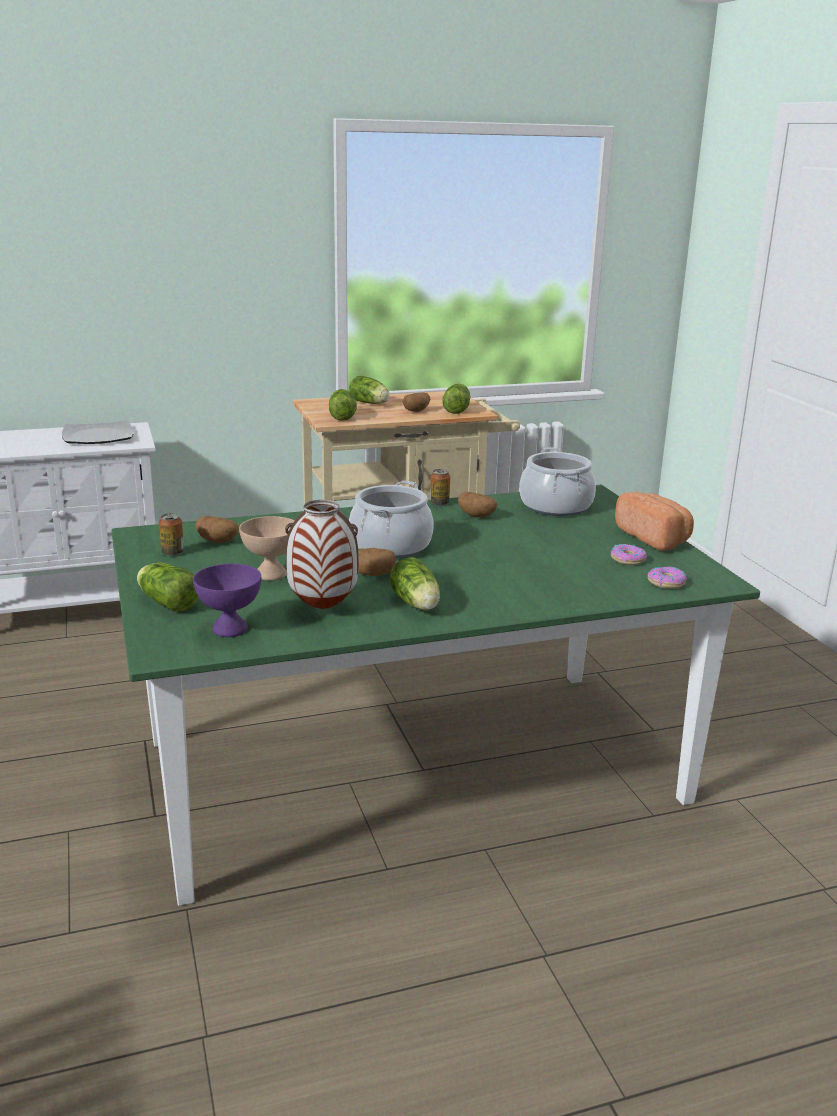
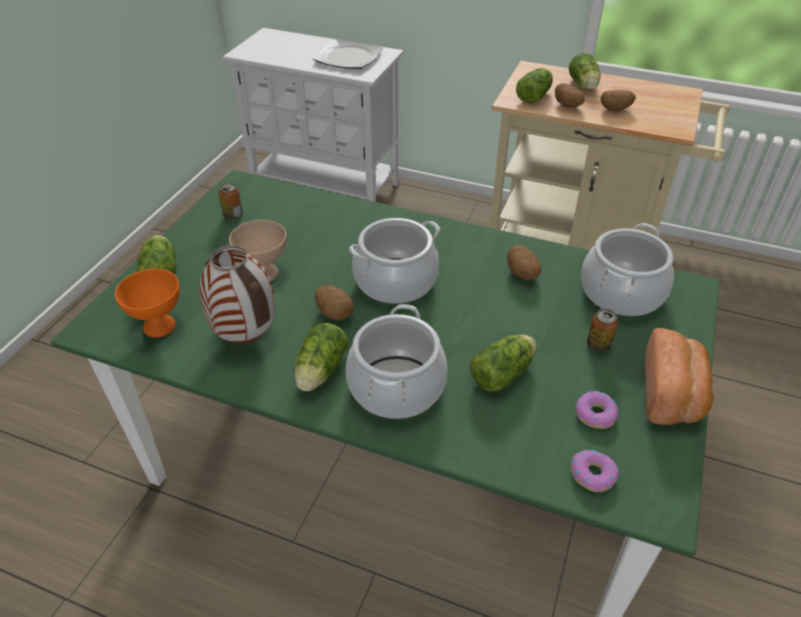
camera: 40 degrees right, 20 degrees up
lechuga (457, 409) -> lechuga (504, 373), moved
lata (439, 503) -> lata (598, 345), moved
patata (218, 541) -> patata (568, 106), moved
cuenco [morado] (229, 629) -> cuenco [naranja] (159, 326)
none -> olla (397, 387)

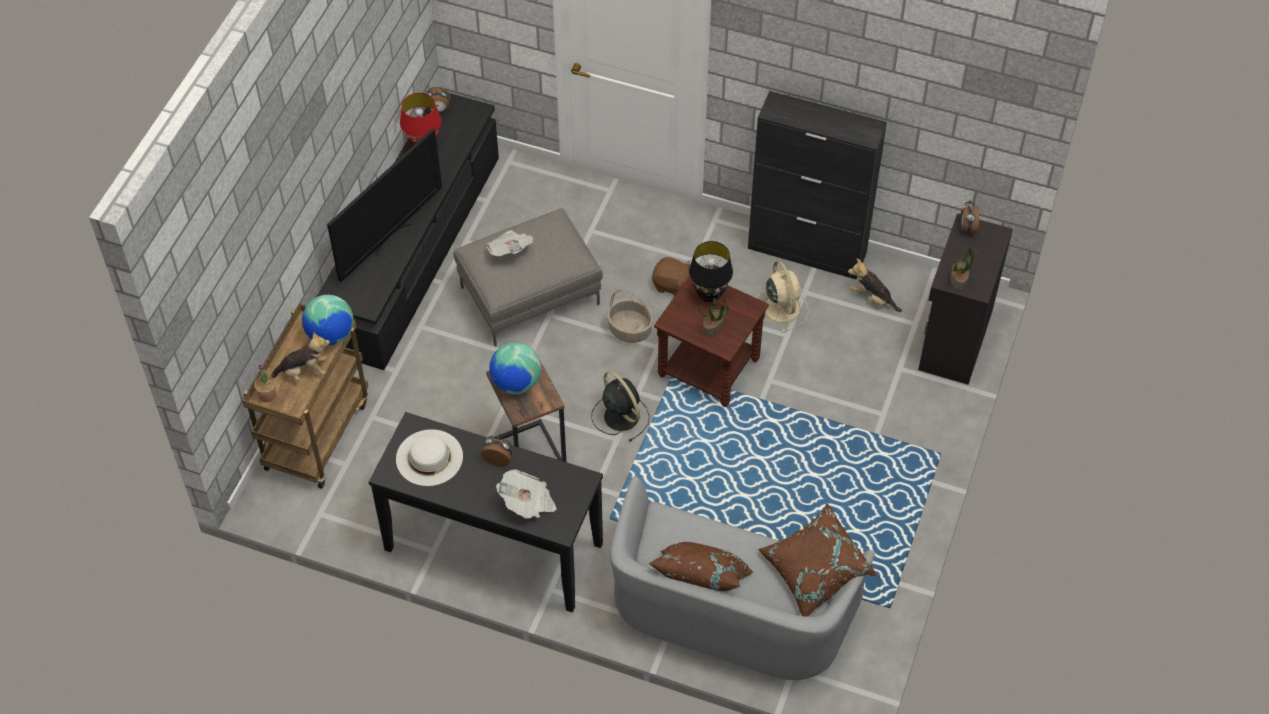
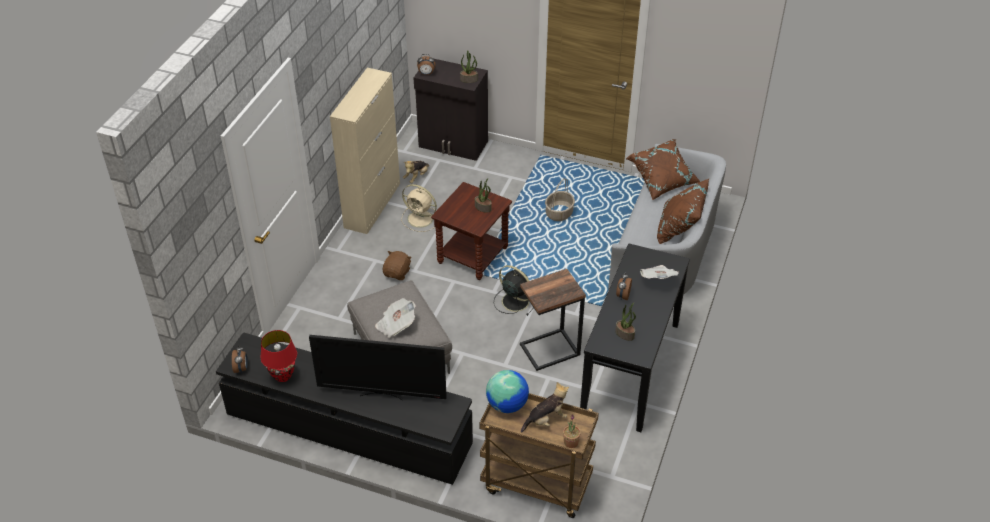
camera: 90 degrees left, 10 degrees down
armario [negro] (807, 251) -> armario [beis] (372, 205)
televisor (389, 237) -> televisor (382, 394), 150 degrees clockwise
lámpara de mesa [negro] (709, 295) -> none
ventilador [beis] (781, 307) -> ventilador [beis] (421, 219), 135 degrees counterclockwise
cesta (630, 329) -> cesta (559, 213), moved
peluche (303, 372) -> peluche (546, 420), 75 degrees clockwise
globo terráqueo (516, 383) -> none
ventilador [negro] (620, 415) -> ventilador [negro] (514, 301), 75 degrees clockwise
sombrero [blanco] (429, 457) -> planta en maceta (625, 334)

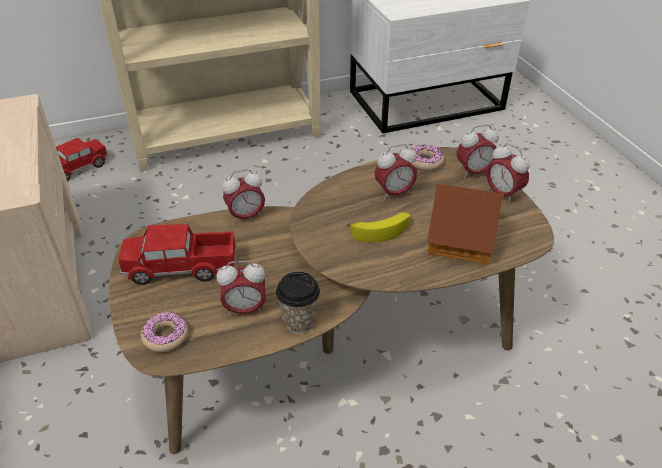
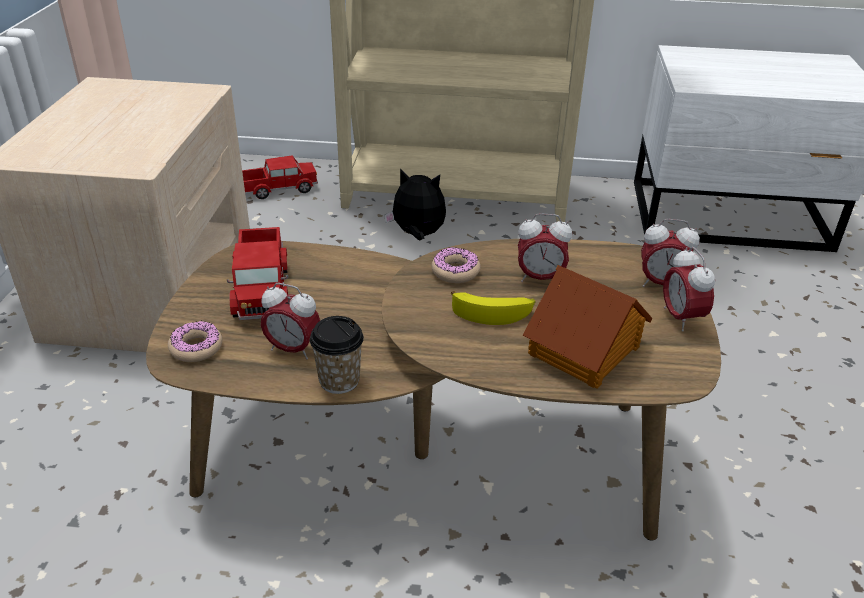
camera: 25 degrees right, 5 degrees down
rosquilla (425, 162) -> rosquilla (455, 272), moved
despertador (246, 216) -> none
camión de juguete (181, 267) -> camión de juguete (262, 288), 120 degrees counterclockwise
none -> peluche (417, 235)

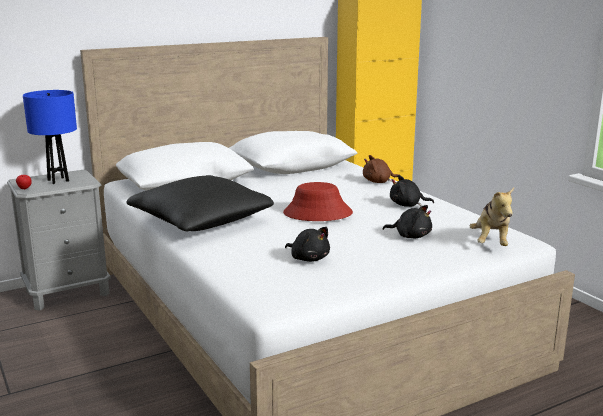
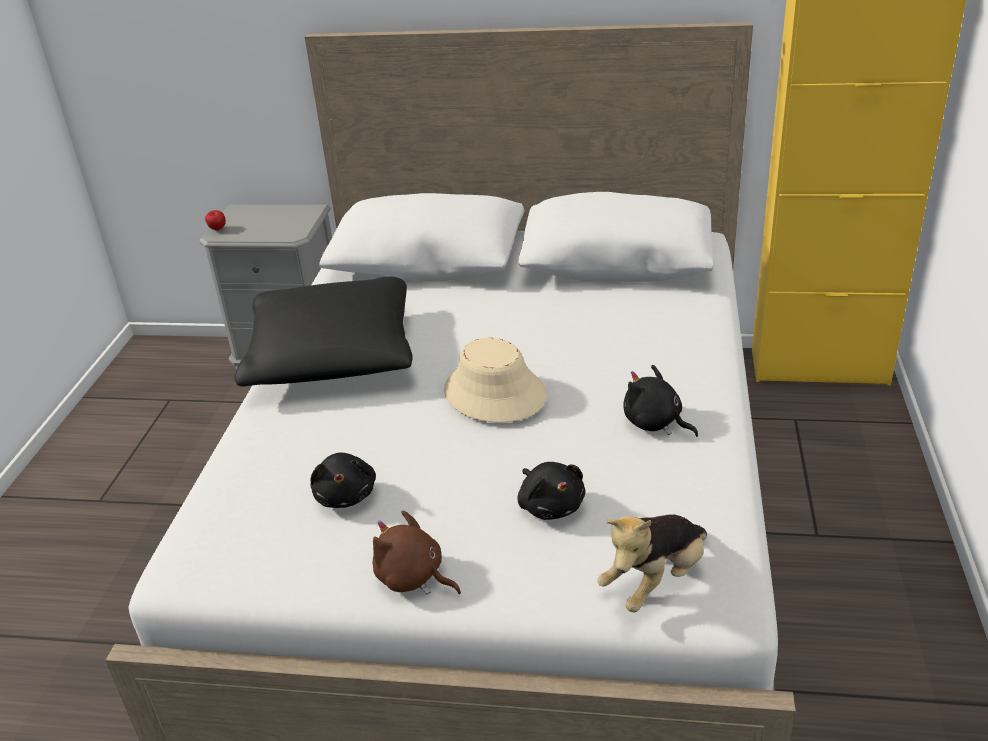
camera: 40 degrees right, 15 degrees up
lámpara de mesa [azul] (58, 180) -> none
peluche [marrón] (378, 182) -> peluche [marrón] (413, 578), moved
sombrero [rojo] (317, 213) -> sombrero [beis] (494, 393)

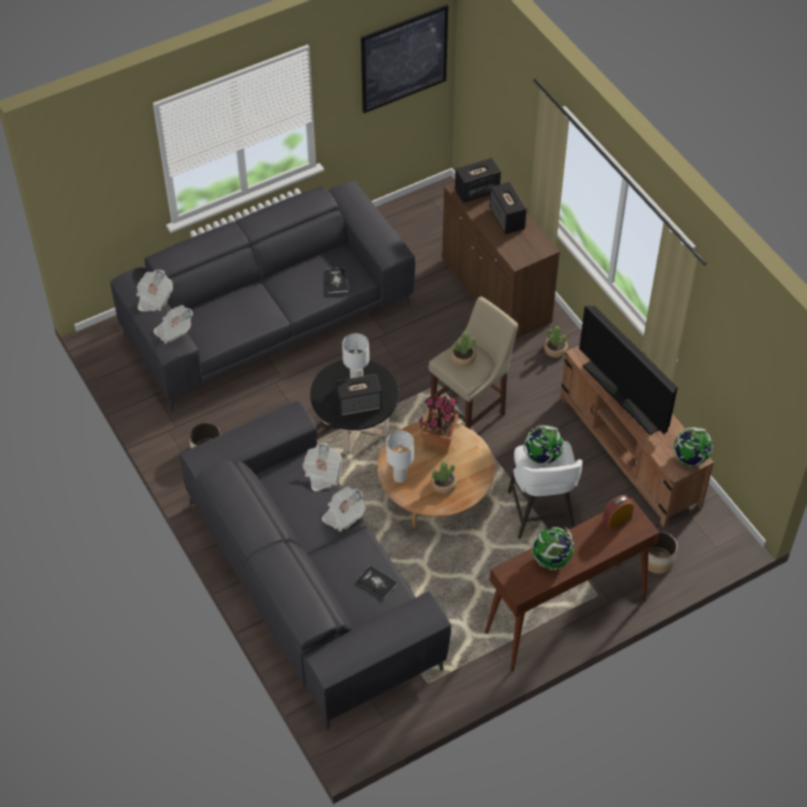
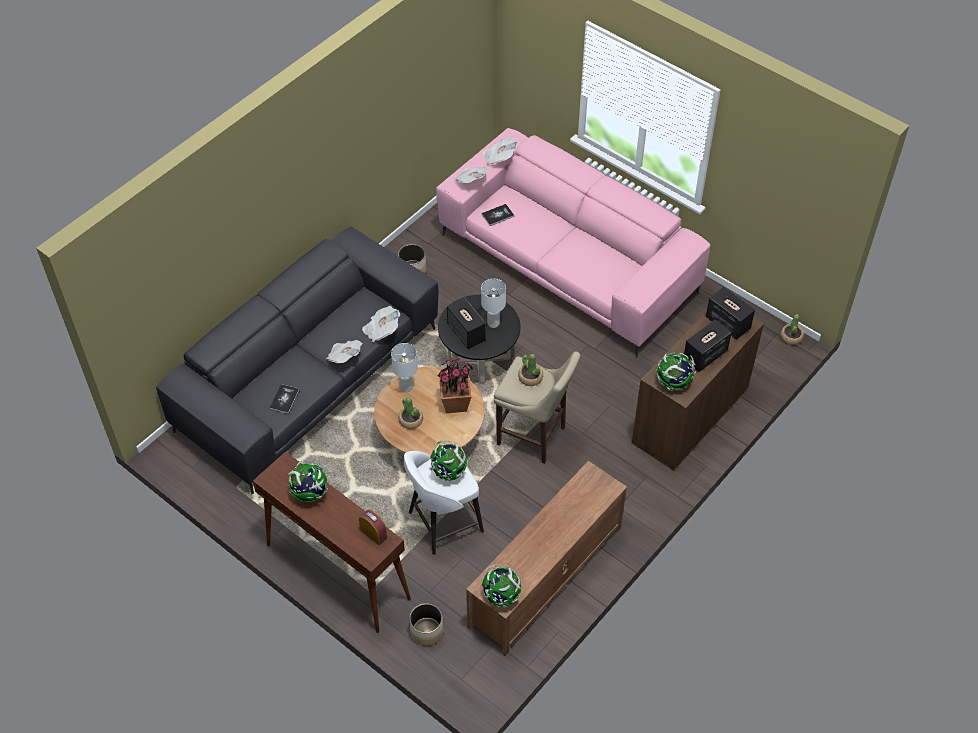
camera: 70 degrees right, 0 degrees up
cuadro (404, 58) -> none
sofá [gris] (268, 320) -> sofá [rosa] (568, 264)
libro (336, 281) -> libro (498, 215), moved
televisor (623, 396) -> none
planta en maceta (555, 349) -> planta en maceta (791, 337), moved
none -> globo terráqueo (673, 383)

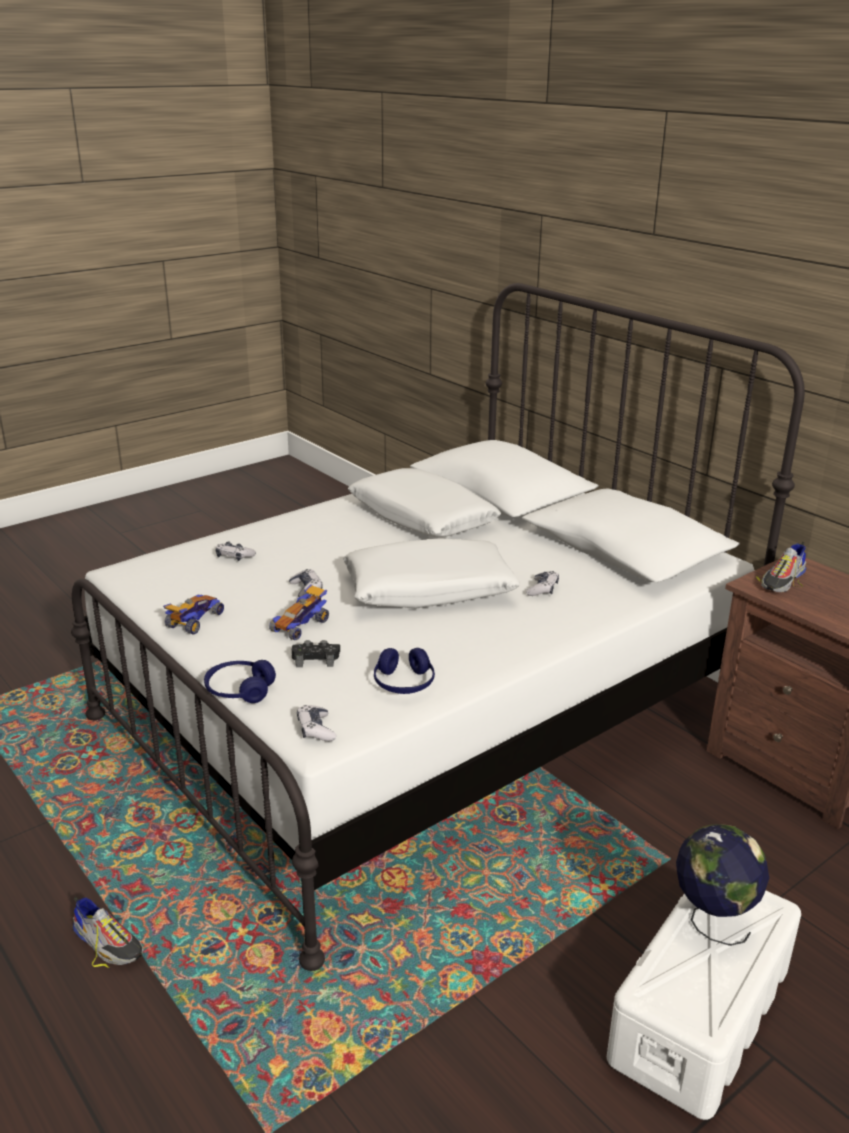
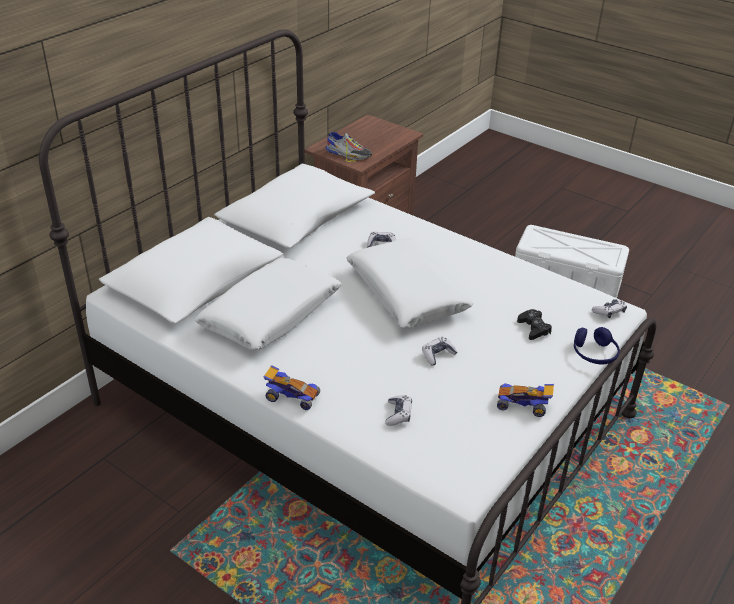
camera: 105 degrees left, 10 degrees up
coche de juguete (300, 625) -> coche de juguete (291, 397), moved
auriculares [azul] (404, 683) -> none
globo terráqueo (712, 920) -> none
zapato (108, 942) -> none

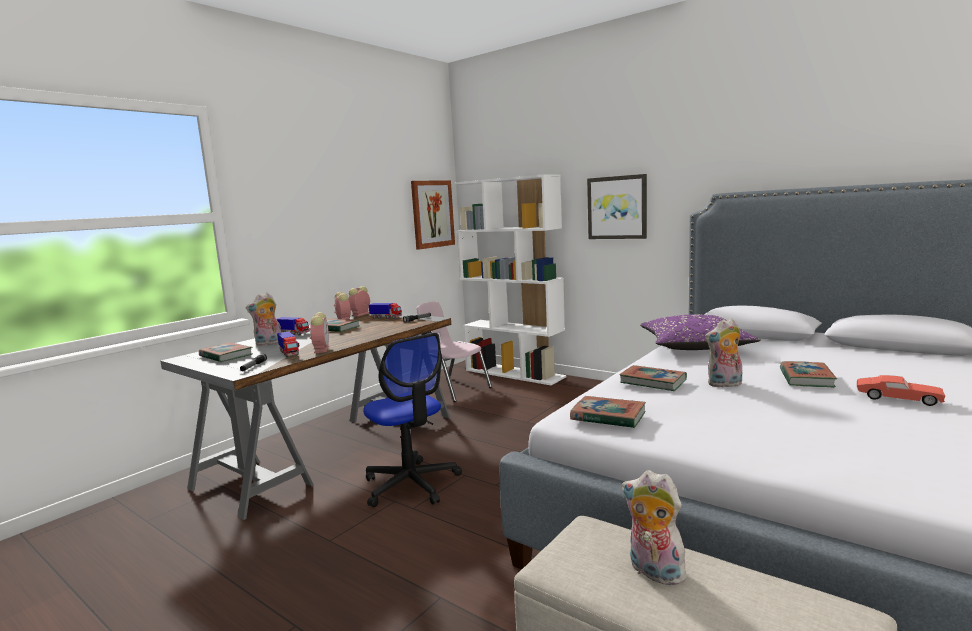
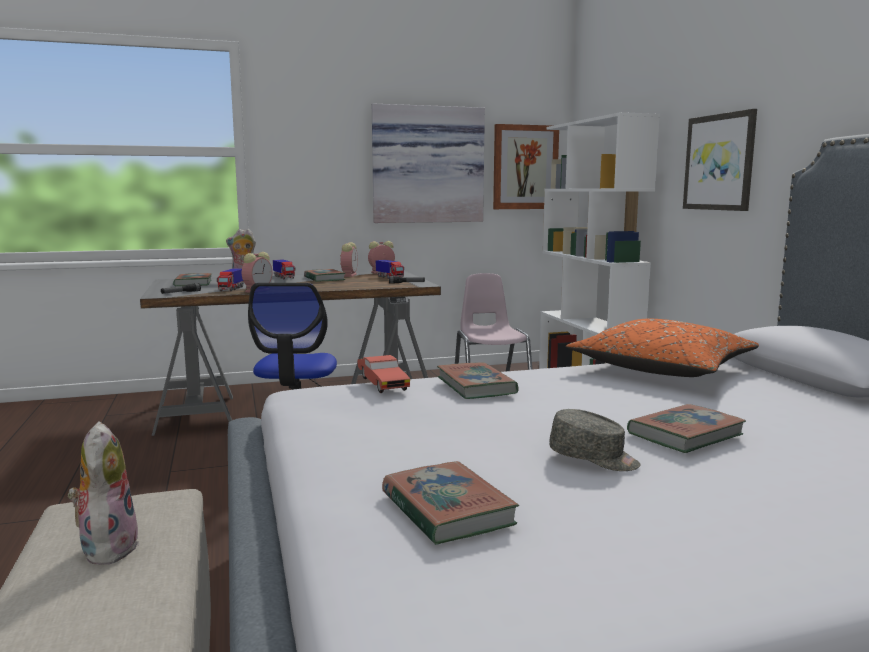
camera: 35 degrees right, 0 degrees up
cojín [morado] (694, 347) -> cojín [naranja] (662, 370)
peluche (724, 384) -> none
coche de juguete [rojo] (897, 399) -> coche de juguete [rojo] (382, 384), moved
libro (608, 416) -> libro (446, 509), moved
none -> cuadro (427, 165)
none -> gorra [gris] (593, 458)

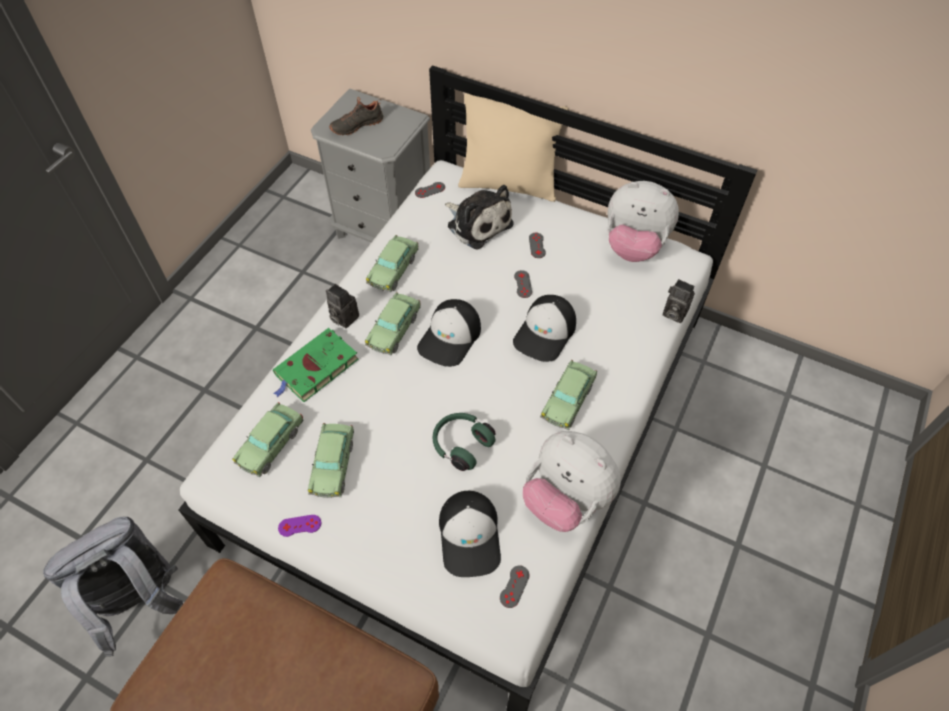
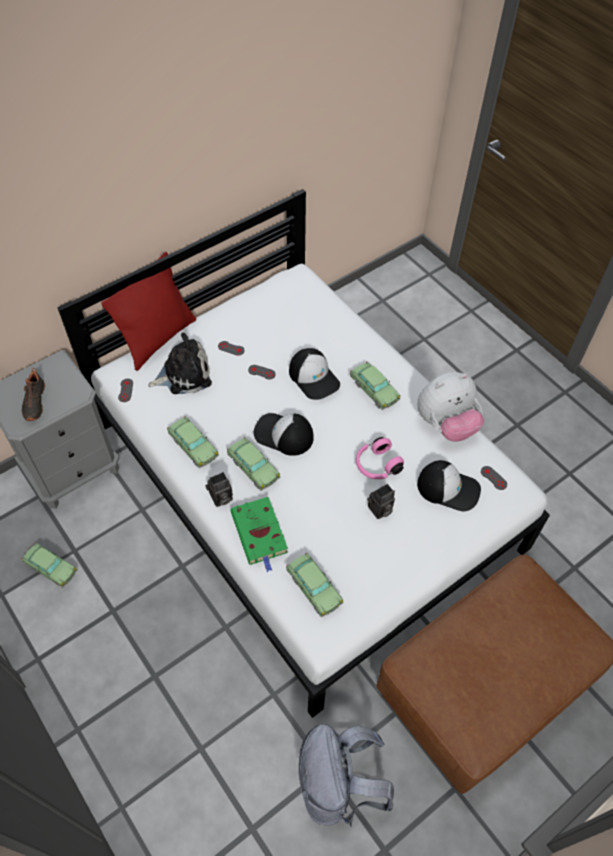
camera: 65 degrees left, 0 degrees up
cojín [beis] (509, 185) -> cojín [rojo] (158, 339)
peluche (634, 246) -> none
cámara (673, 313) -> cámara (379, 510), moved
gorra (450, 337) -> gorra (283, 435), 150 degrees clockwise
auriculares [verde] (461, 444) -> auriculares [rosa] (376, 465)
coche de juguete (333, 464) -> coche de juguete (51, 568), moved
mando de consola [morado] (299, 525) -> none

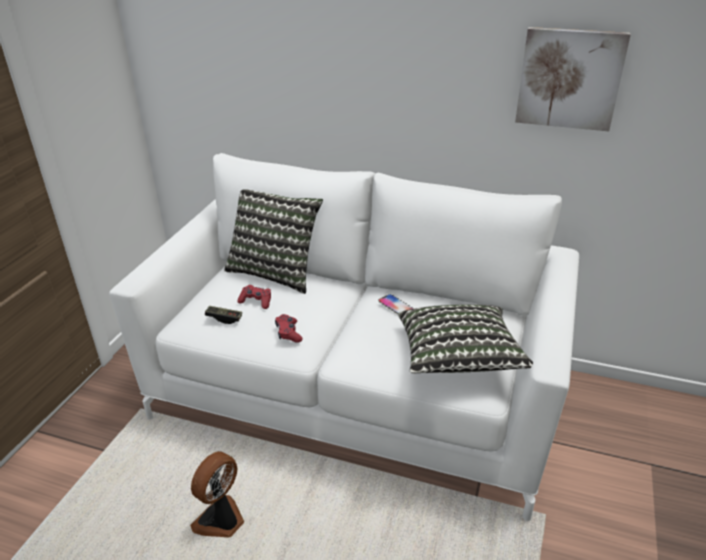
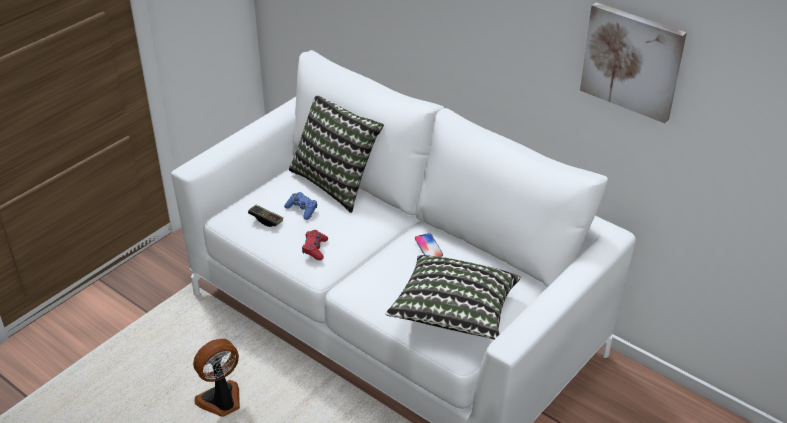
camera: 20 degrees right, 5 degrees up
mando de consola [rojo] (256, 301) -> mando de consola [azul] (302, 209)

